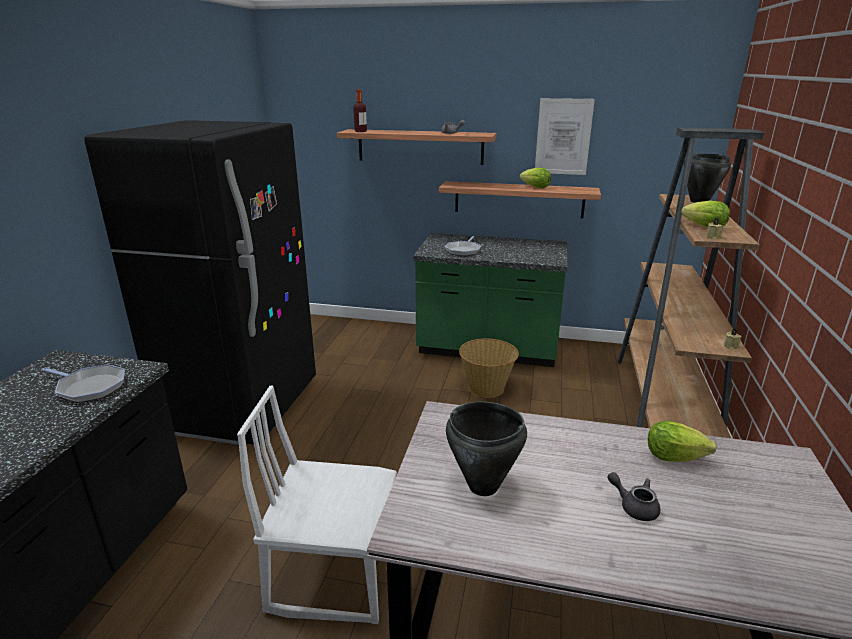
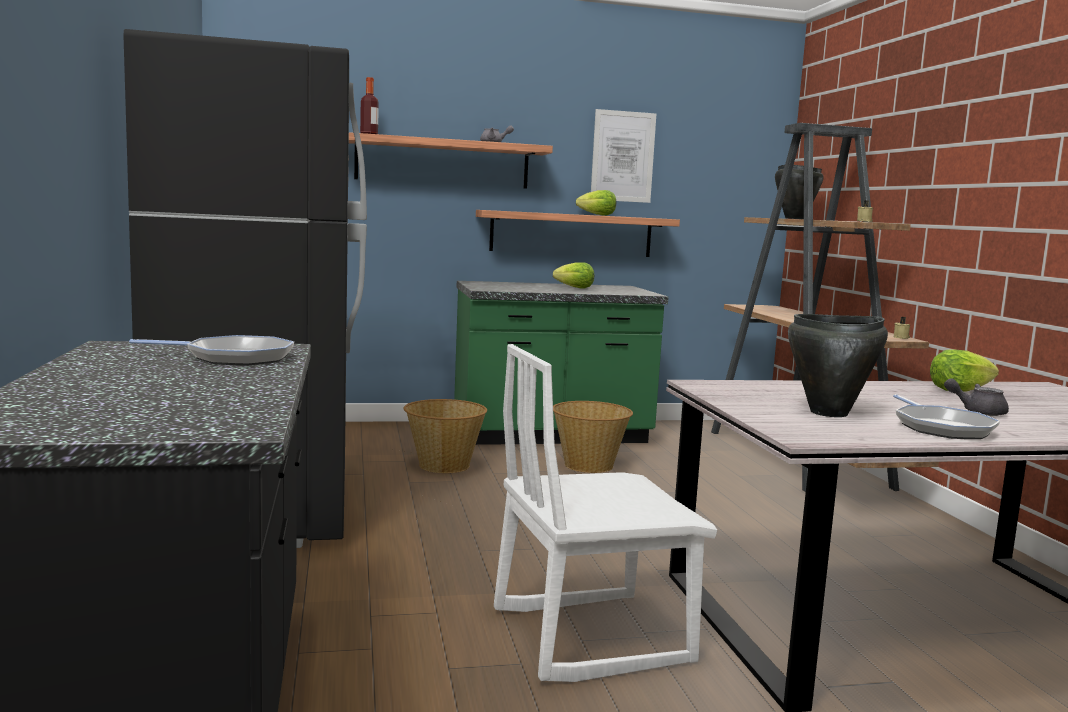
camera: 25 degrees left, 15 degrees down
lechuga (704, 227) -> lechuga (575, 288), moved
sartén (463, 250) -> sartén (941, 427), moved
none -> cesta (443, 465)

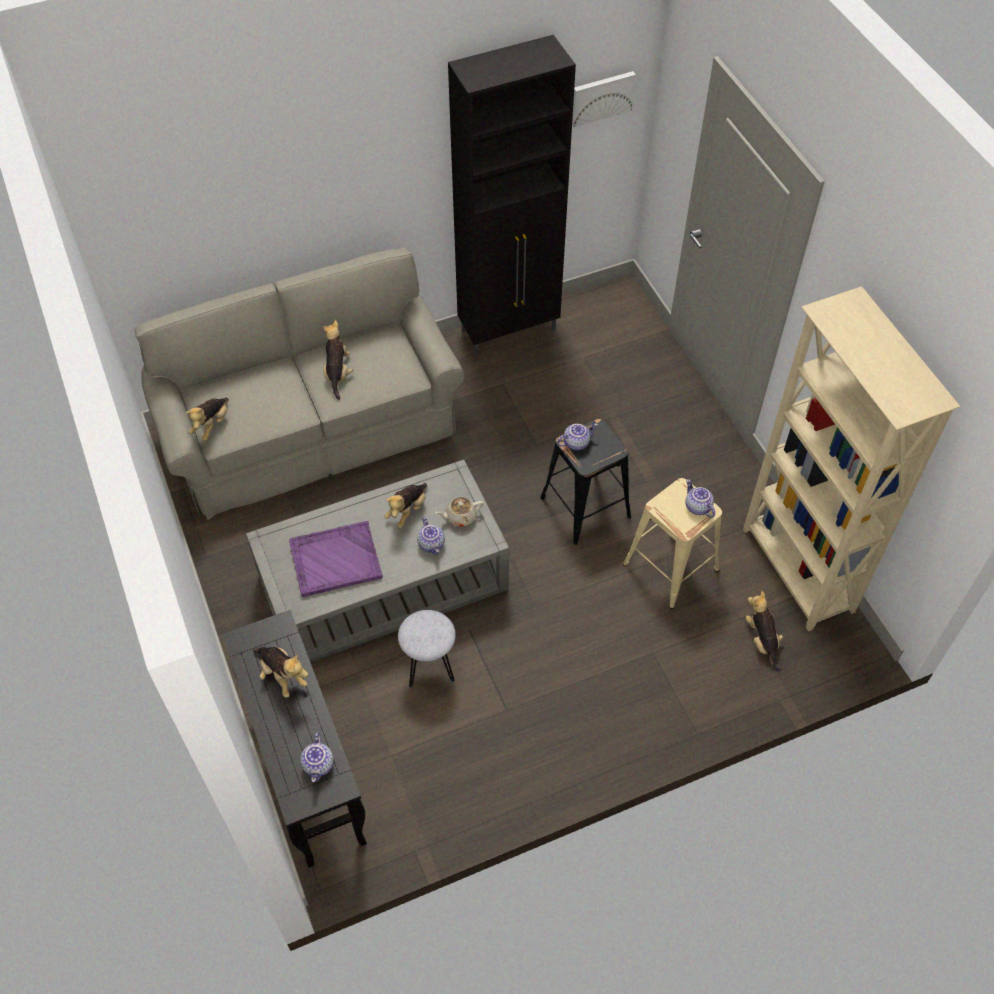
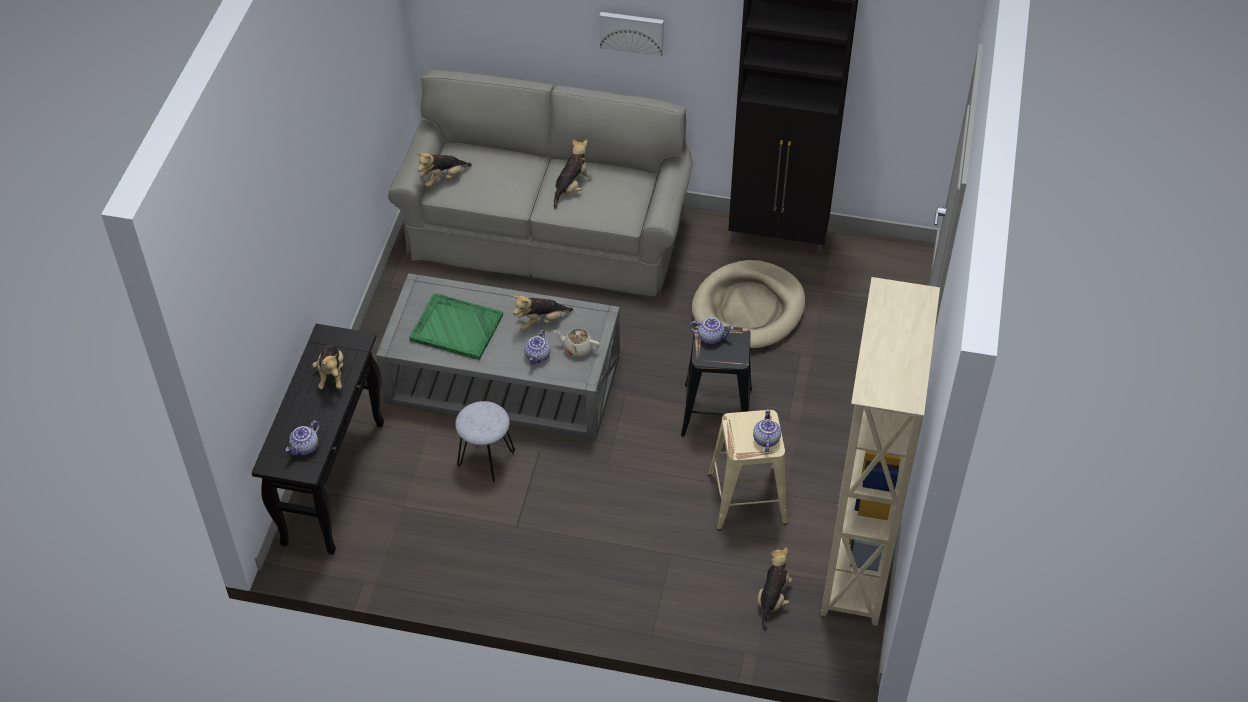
camera: 35 degrees right, 5 degrees down
cuadro (601, 97) -> cuadro (632, 32), moved
bandeja [morado] (334, 560) -> bandeja [verde] (455, 327)
none -> cama para perro [beis] (748, 309)

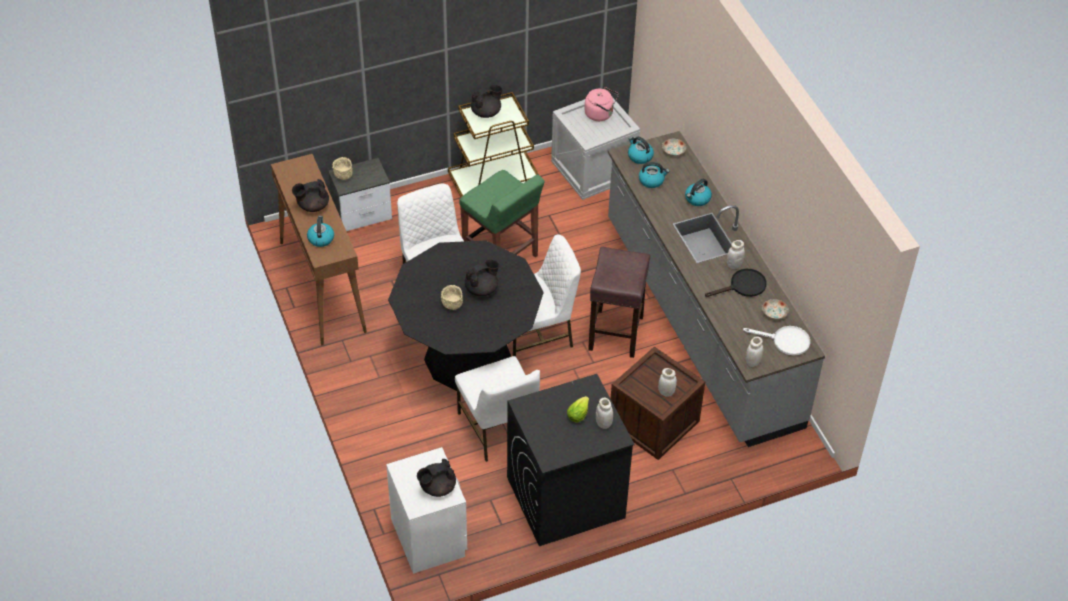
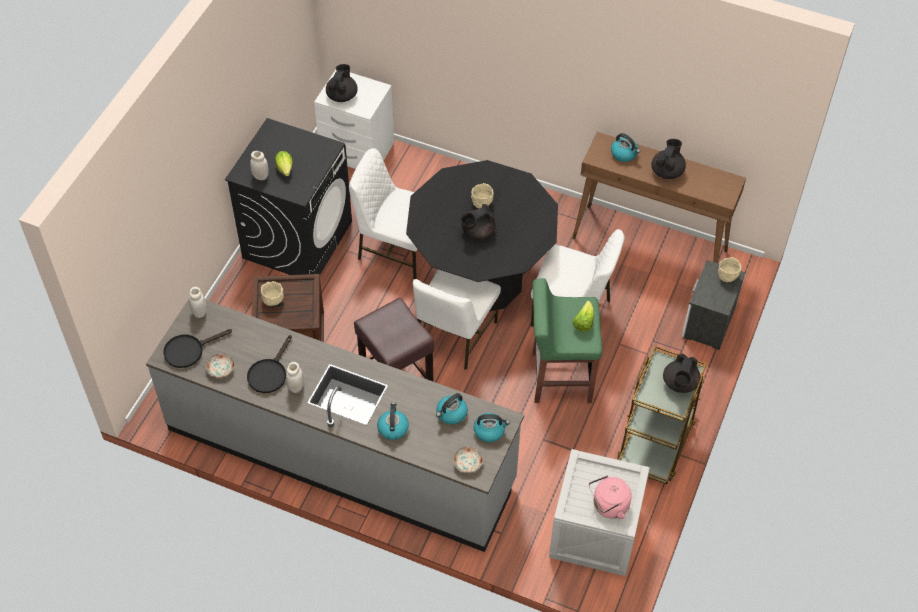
camera: 135 degrees right, 5 degrees up
tetera [negro] (482, 289) -> tetera [negro] (477, 232), 45 degrees clockwise
sartén [blanco] (785, 341) -> sartén [negro] (189, 350)
tarro [blanco] (666, 392) -> cuenco [beis] (273, 301)
none -> lechuga (583, 322)

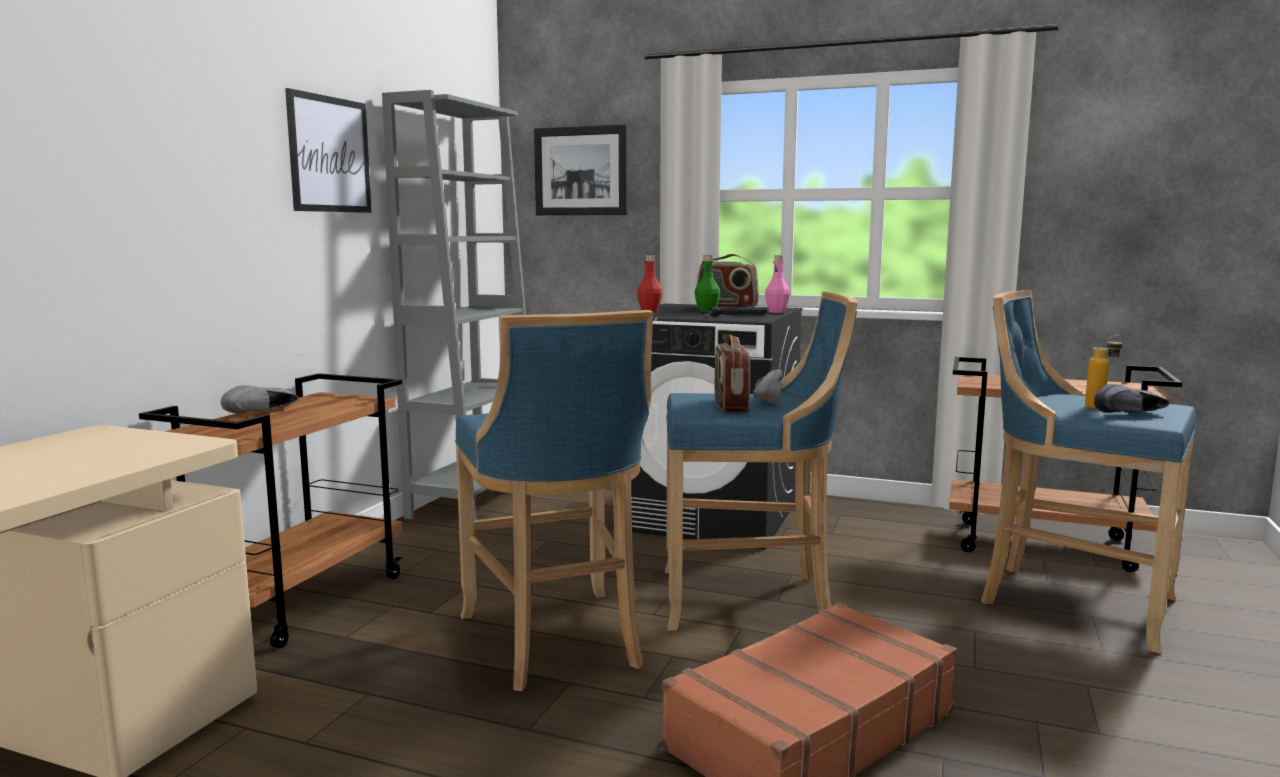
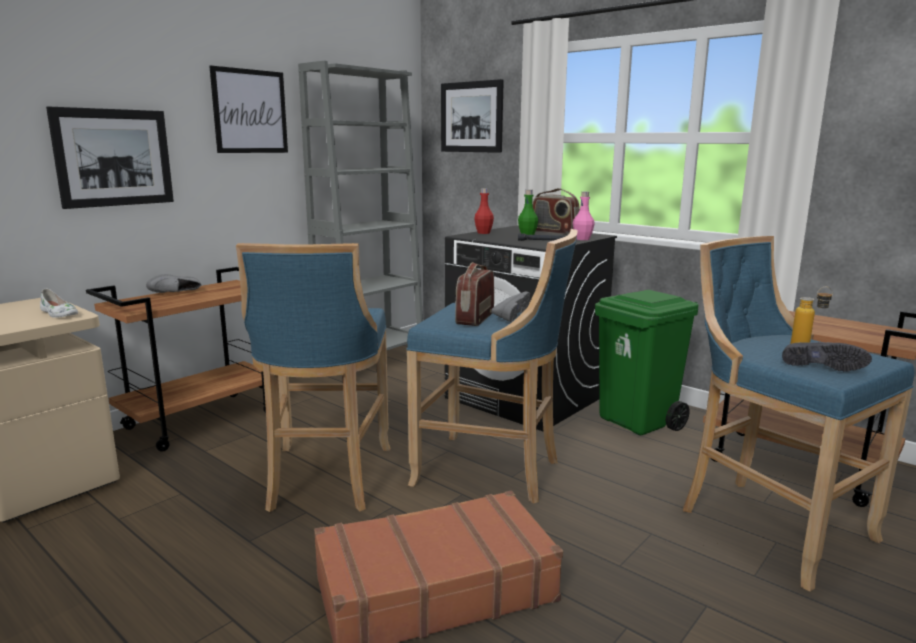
camera: 20 degrees right, 5 degrees up
zapato [negro] (1131, 415) -> zapato [negro] (821, 366), 150 degrees counterclockwise
none -> cuadro (114, 157)
none -> zapato [blanco] (58, 313)
none -> papelera [verde] (638, 422)

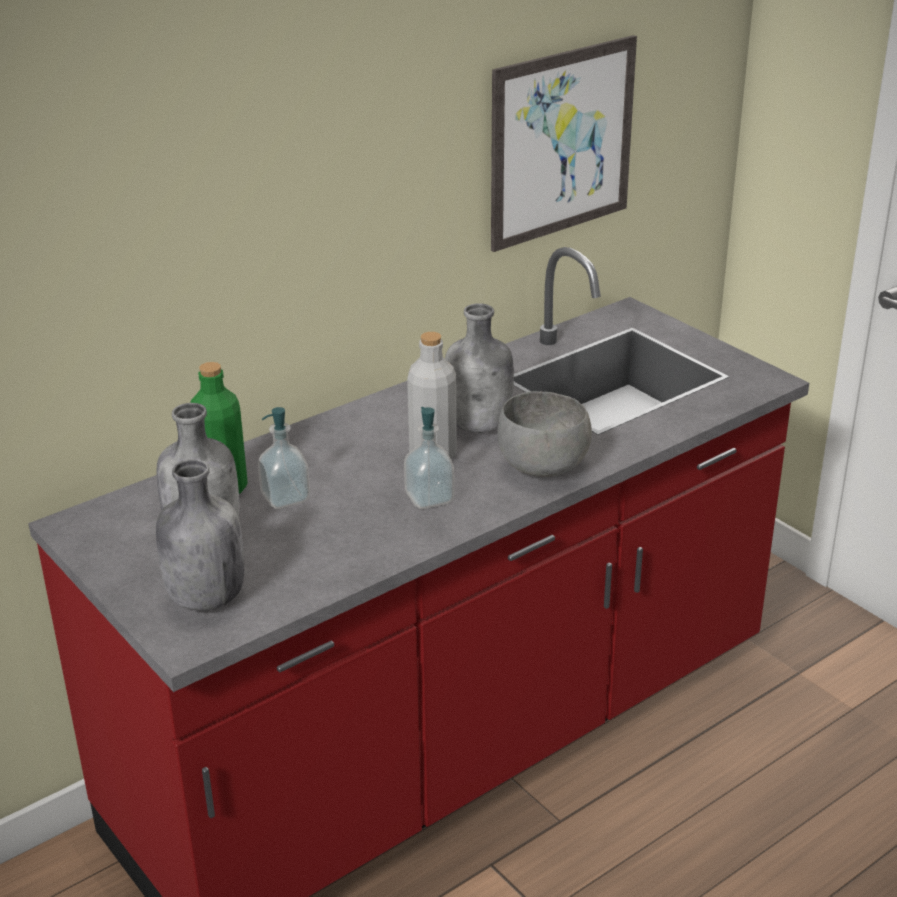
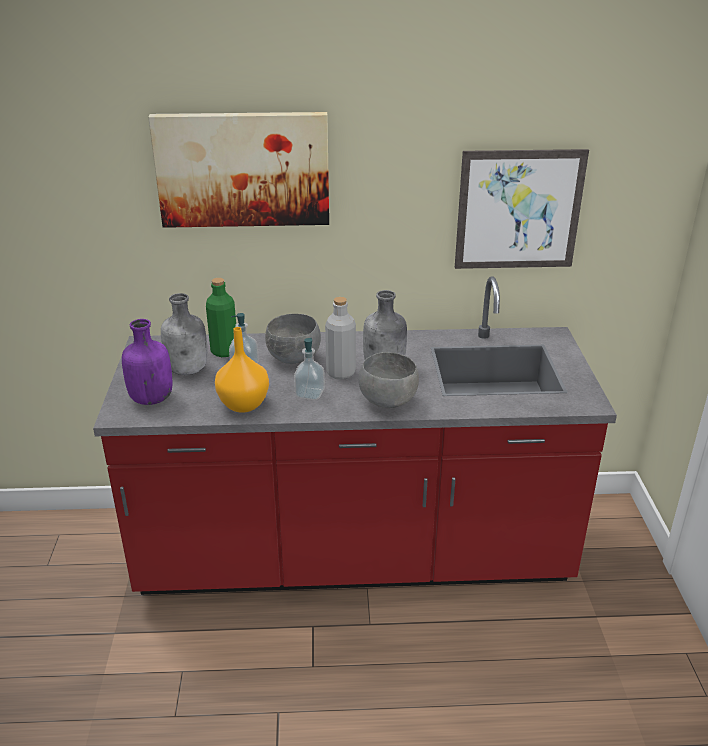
camera: 35 degrees right, 0 degrees up
botella [gris] (204, 598) -> botella [morado] (151, 398)
none -> cuadro (243, 169)
none -> cuenco [gris] (294, 359)
none -> florero [naranja] (244, 404)

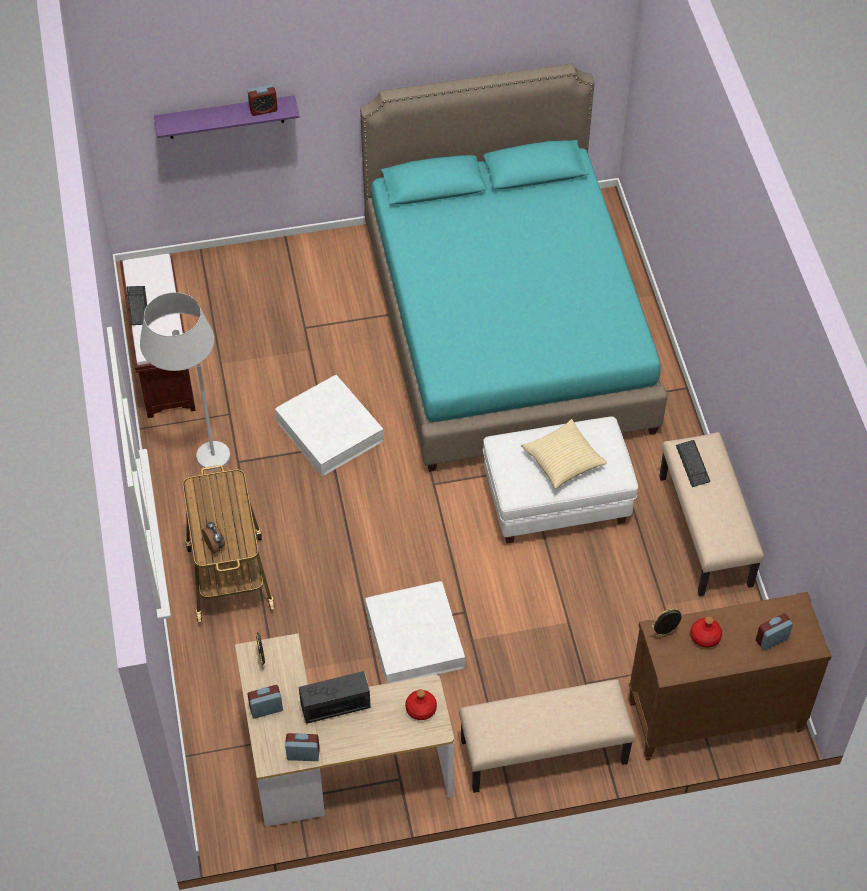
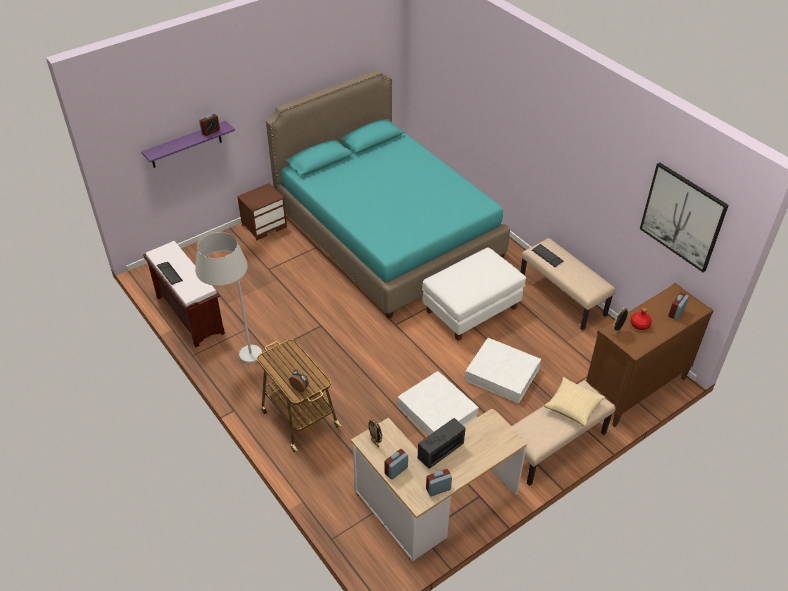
camera: 25 degrees left, 10 degrees down
caja de almacenaje [blanco] (329, 431) -> caja de almacenaje [blanco] (502, 374), moved
cojín (563, 461) -> cojín (573, 407), moved
botella [rojo] (421, 709) -> none
none -> cuadro (682, 216)
none -> mesita de noche [marrón] (264, 226)

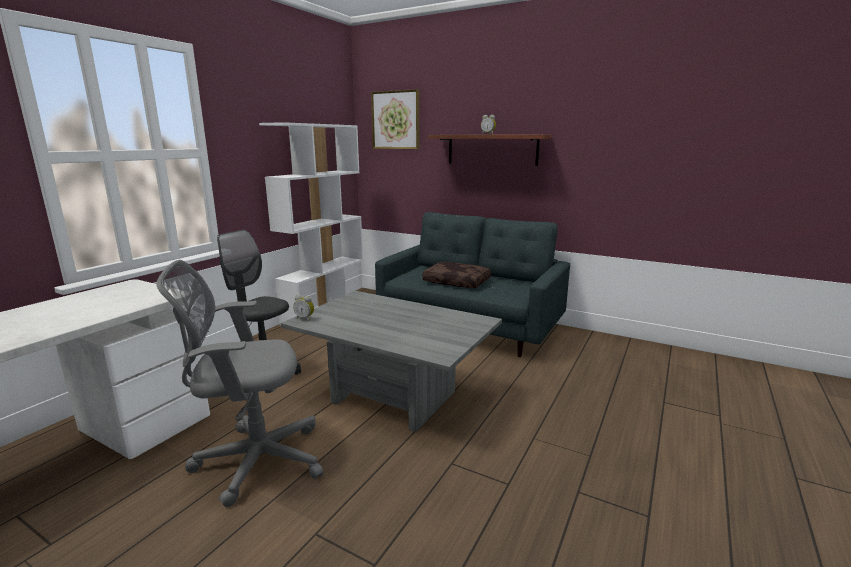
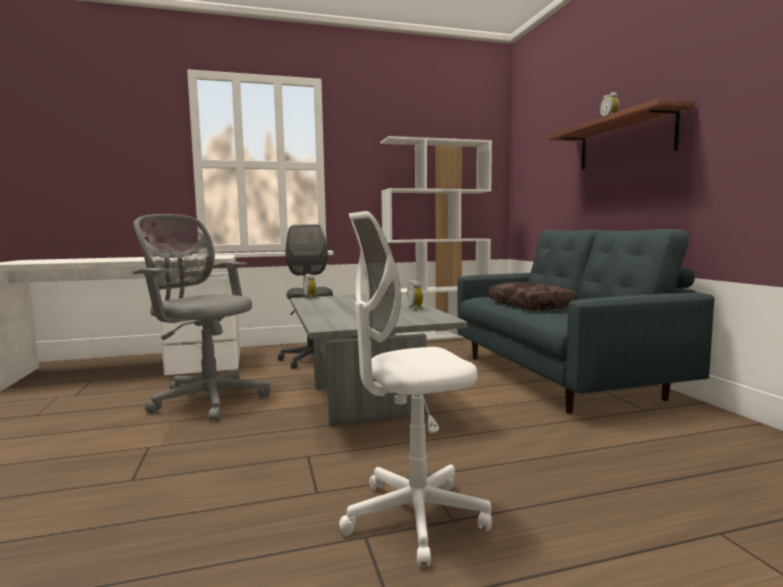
camera: 45 degrees right, 10 degrees down
cuadro (395, 120) -> none
none -> silla de oficina [blanco] (414, 518)
none -> despertador (416, 309)

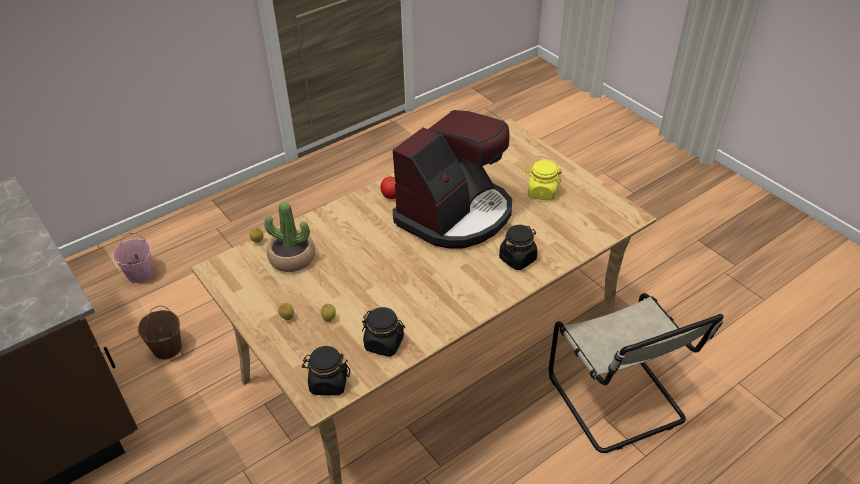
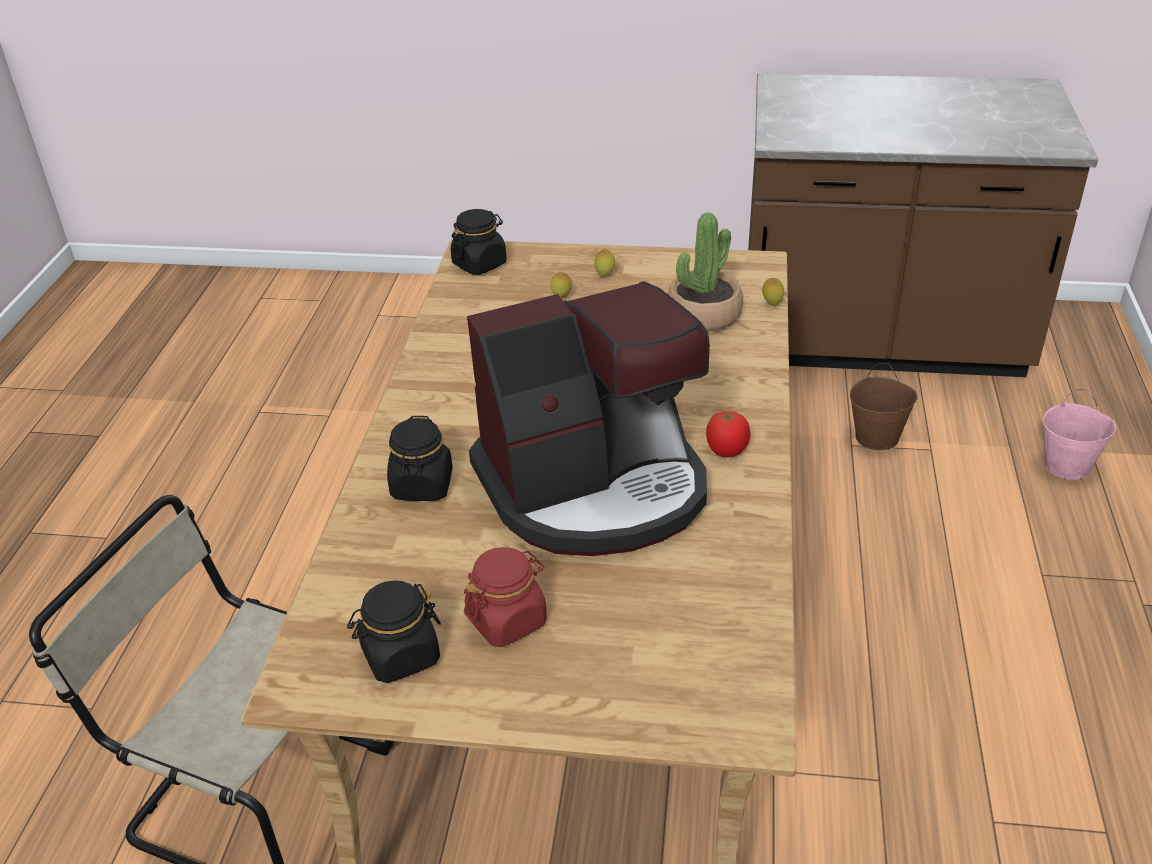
camera: 135 degrees right, 5 degrees down
cafetera (455, 214) -> cafetera (595, 487), 105 degrees counterclockwise
tarro [amarillo] (541, 192) -> tarro [rojo] (507, 620)
tarro [negro] (384, 343) -> tarro [negro] (400, 655), moved

